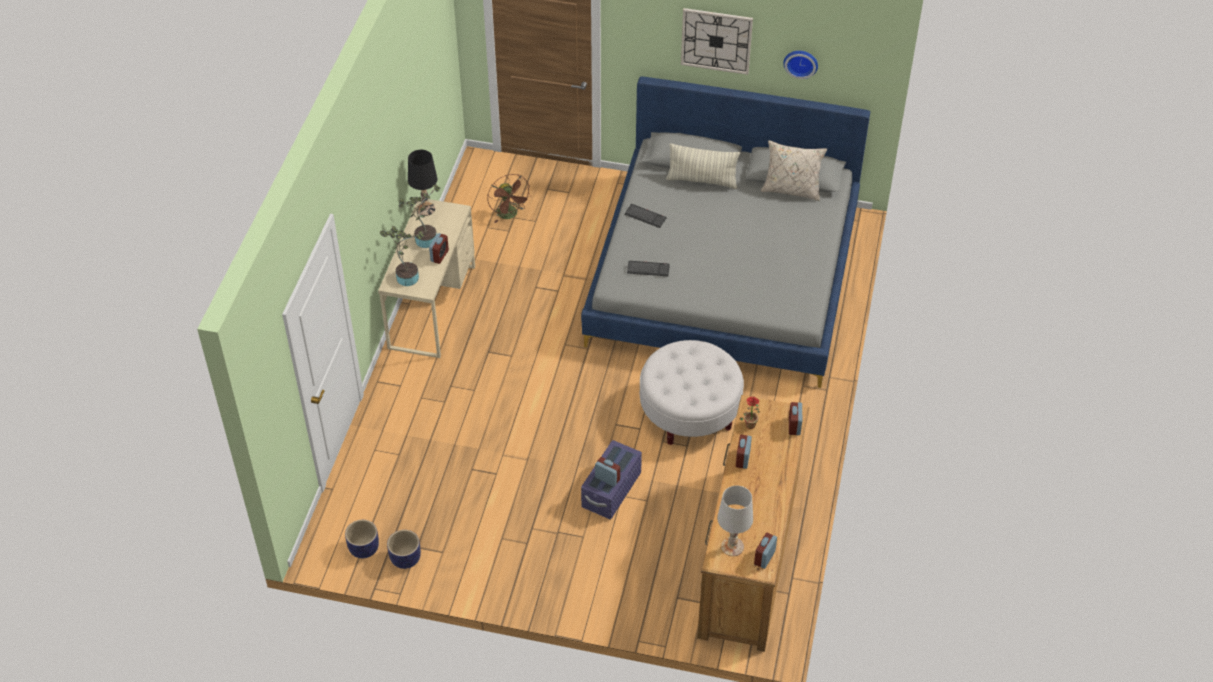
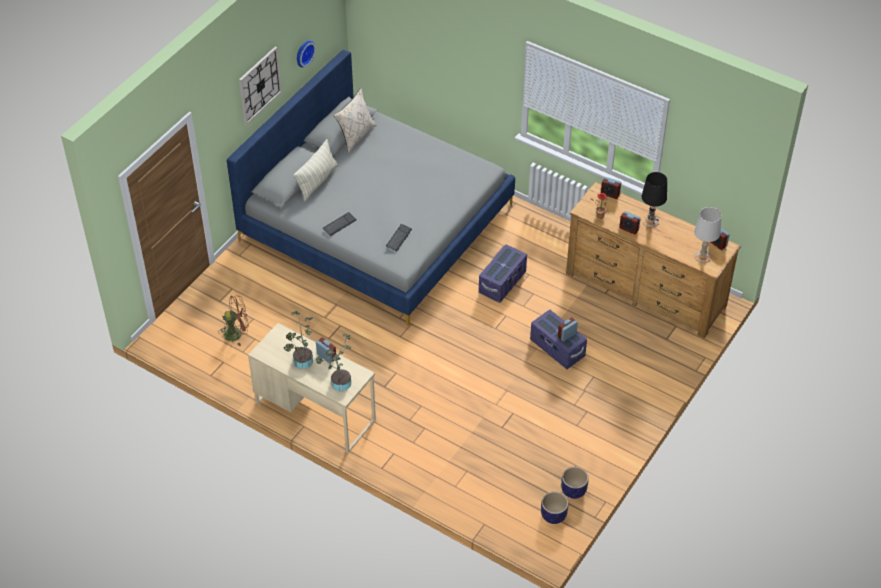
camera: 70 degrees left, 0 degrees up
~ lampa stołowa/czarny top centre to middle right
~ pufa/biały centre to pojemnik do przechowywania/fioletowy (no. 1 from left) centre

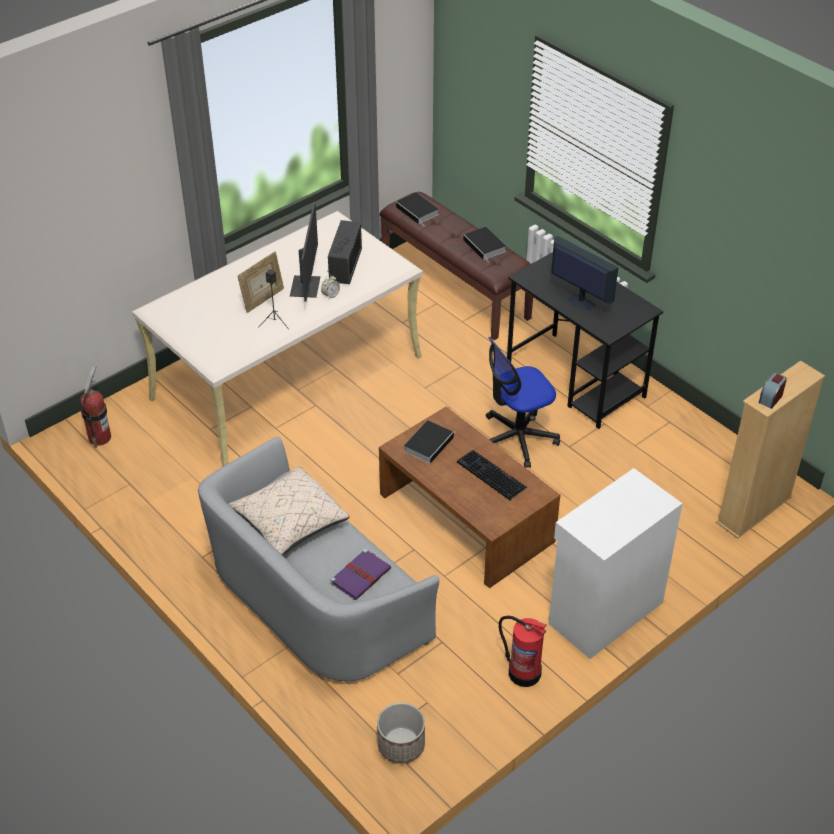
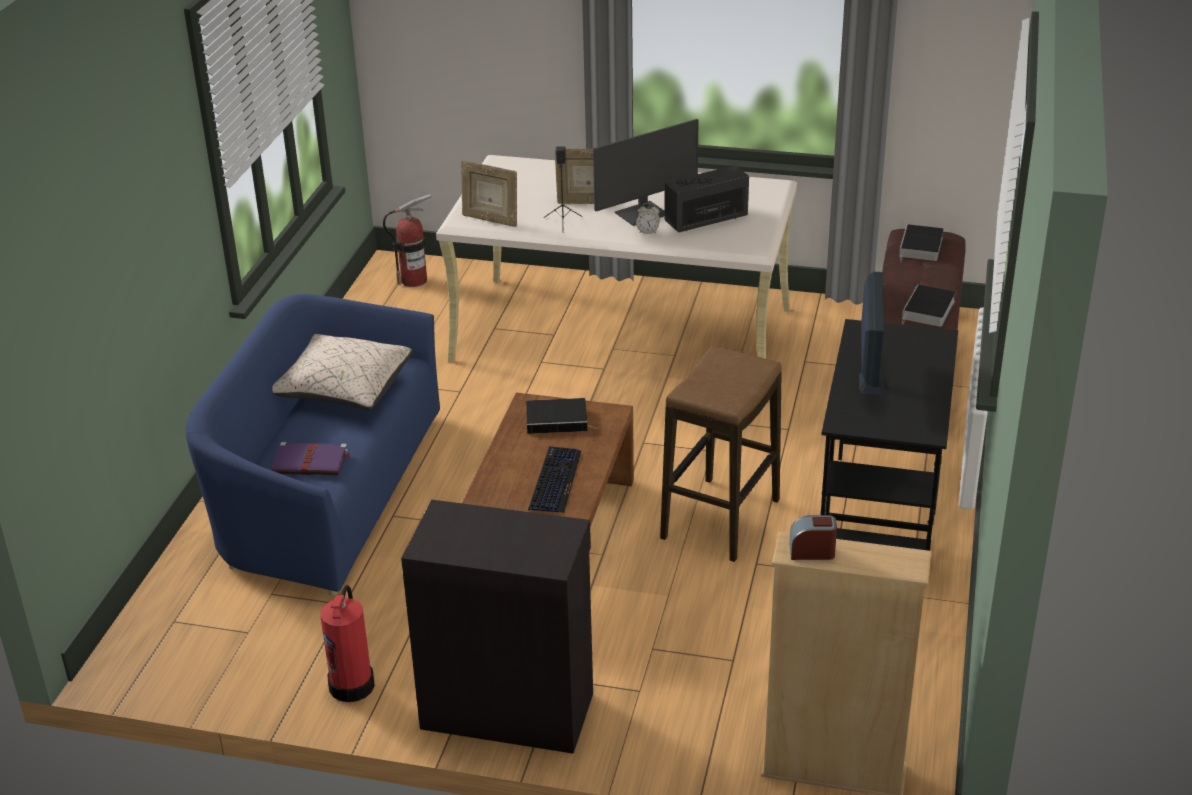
camera: 55 degrees right, 10 degrees down
- donica bottom centre
+ ramka na zdjęcie (no. 1 from left) top centre
~ krzesło biurowe centre to stołek centre
~ kanapa/szary bottom centre to kanapa/niebieski middle left
~ szafka/biały bottom right to szafka/czarny bottom centre

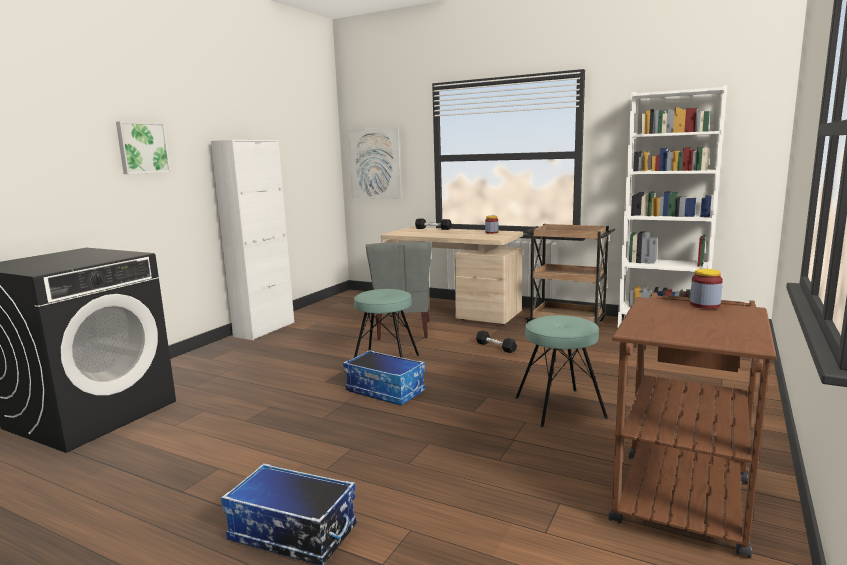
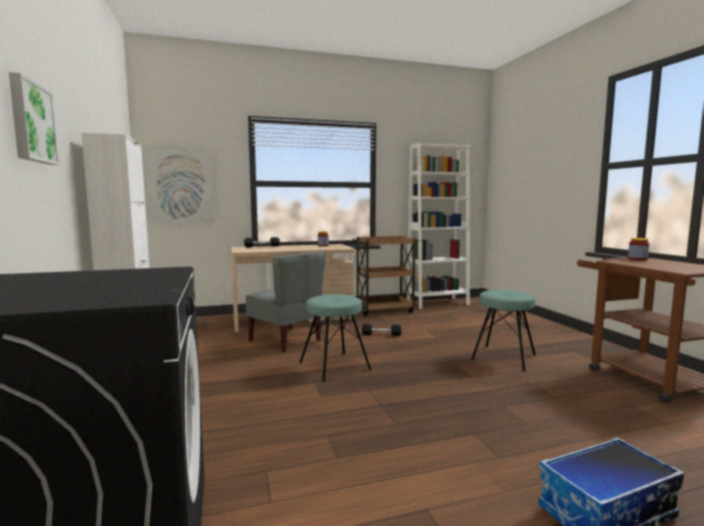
camera: 45 degrees left, 5 degrees down
- pojemnik do przechowywania (no. 2 from left) bottom centre

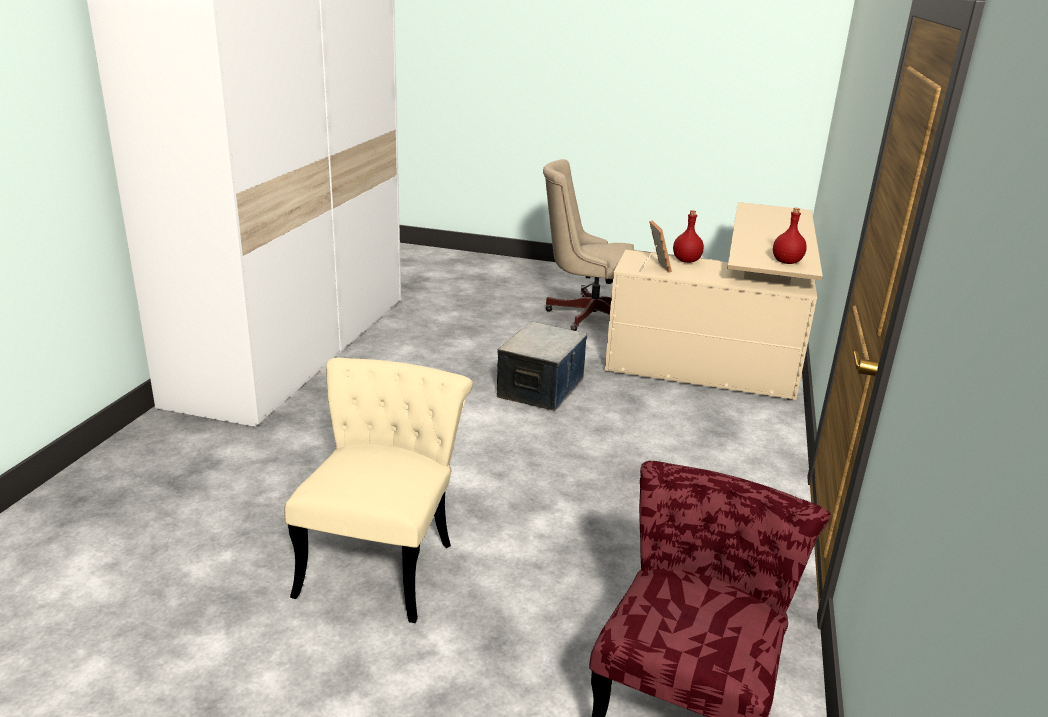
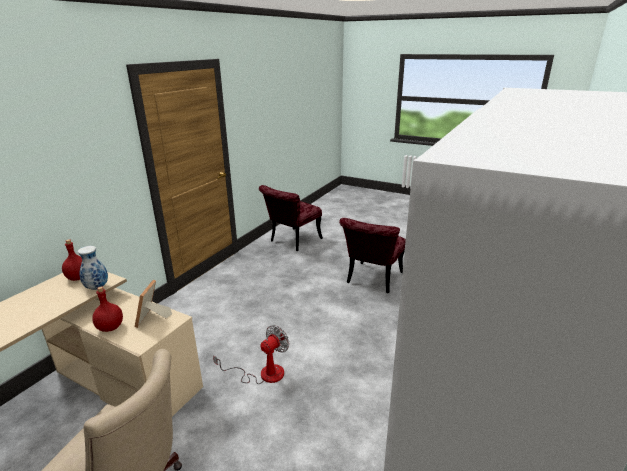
camera: 165 degrees left, 0 degrees up
+ wazon middle left
~ pojemnik do przechowywania centre to wentylator bottom centre
~ krzesło/beżowy bottom centre to krzesło/czerwony (no. 2 from left) centre

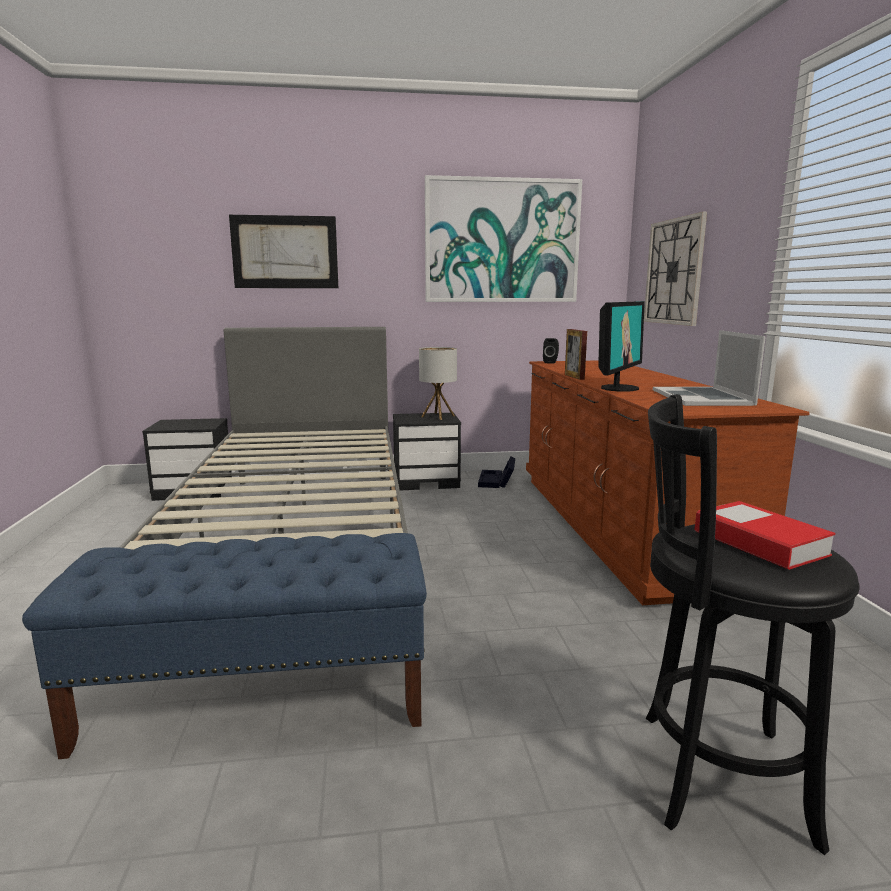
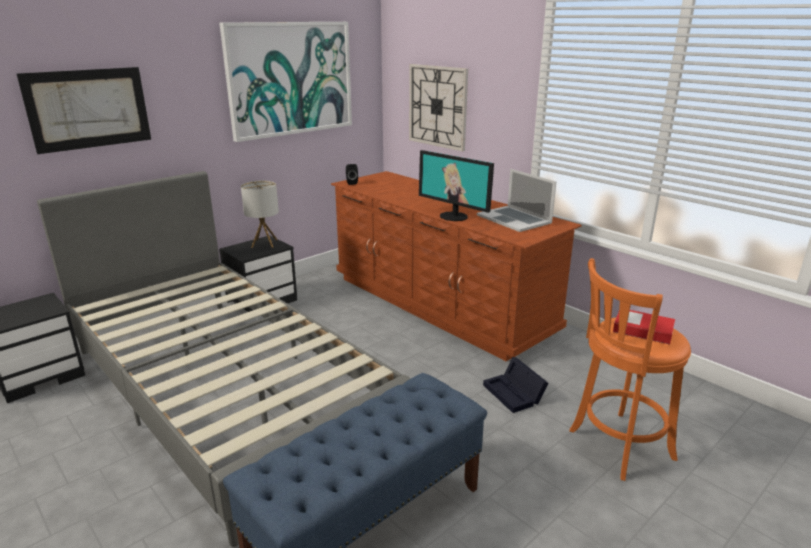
camera: 35 degrees left, 10 degrees up
- ramka na zdjęcie centre
~ pojemnik do przechowywania/czarny centre to bottom centre
~ stołek/czarny bottom right to stołek/pomarańczowy bottom right
~ monitor middle right = centre 135 degrees clockwise

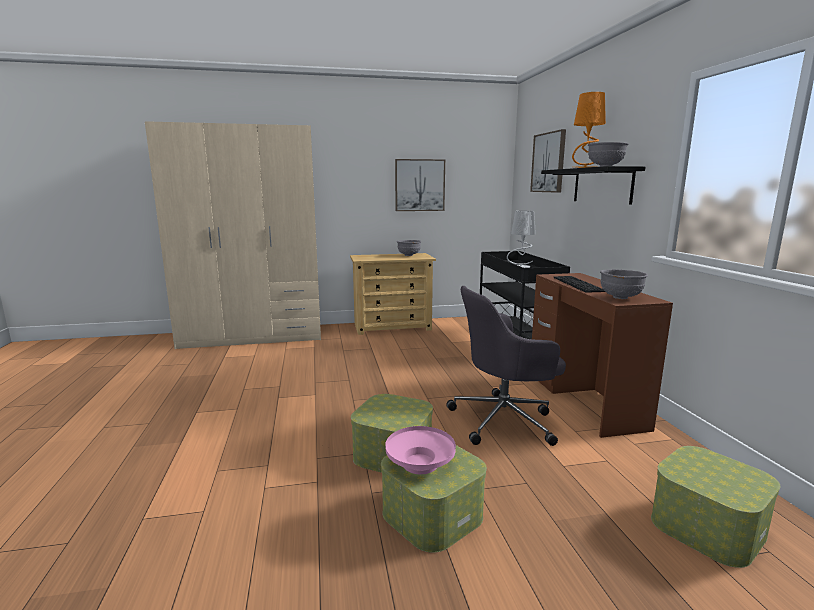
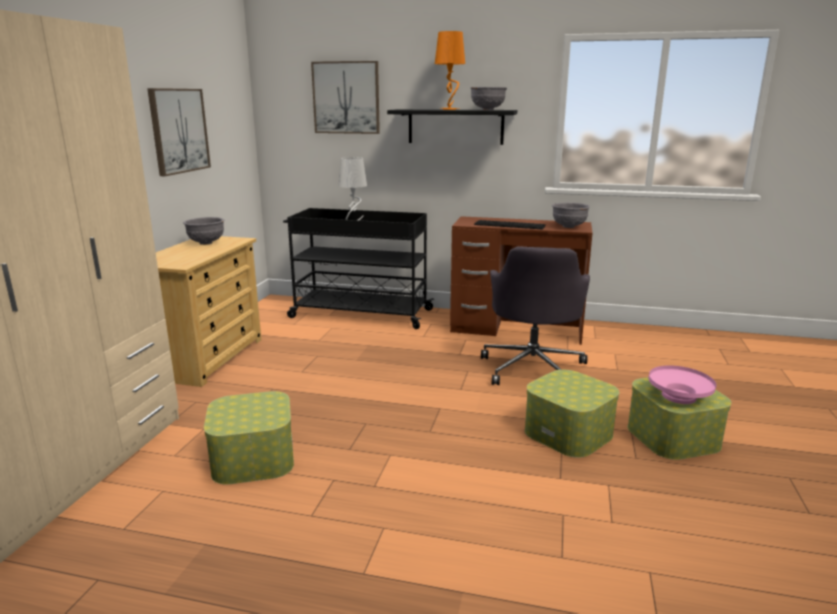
camera: 65 degrees left, 5 degrees up
~ pojemnik do przechowywania (no. 3 from left in the first image) bottom right to pojemnik do przechowywania (no. 1 from left) bottom left

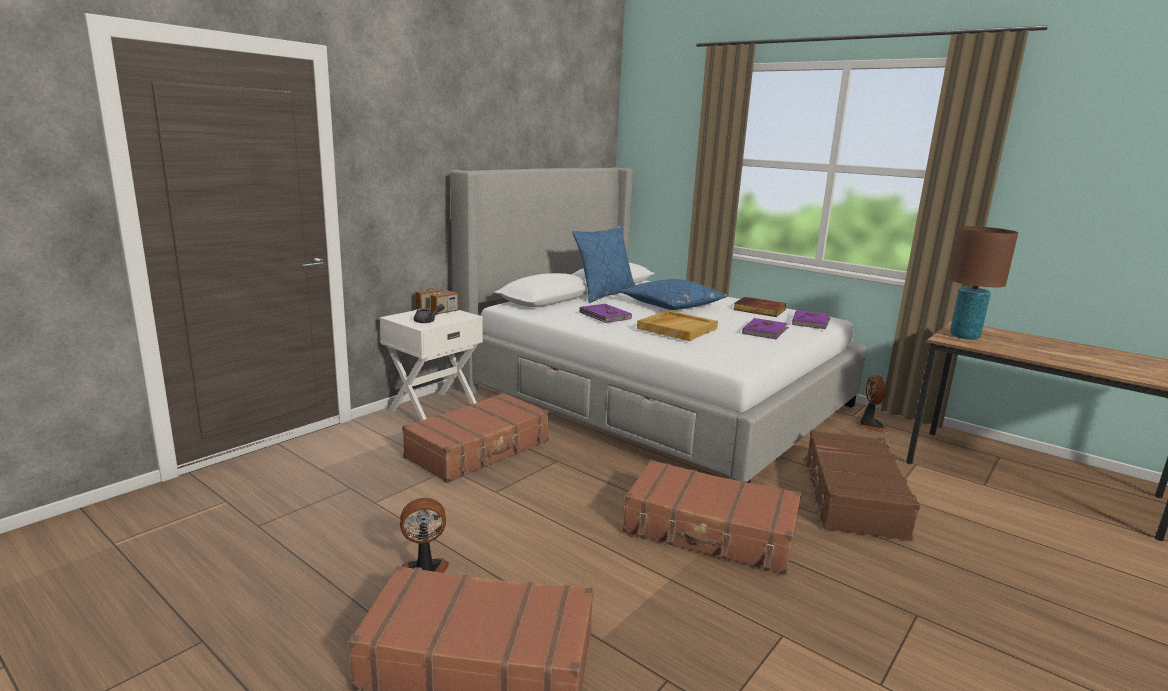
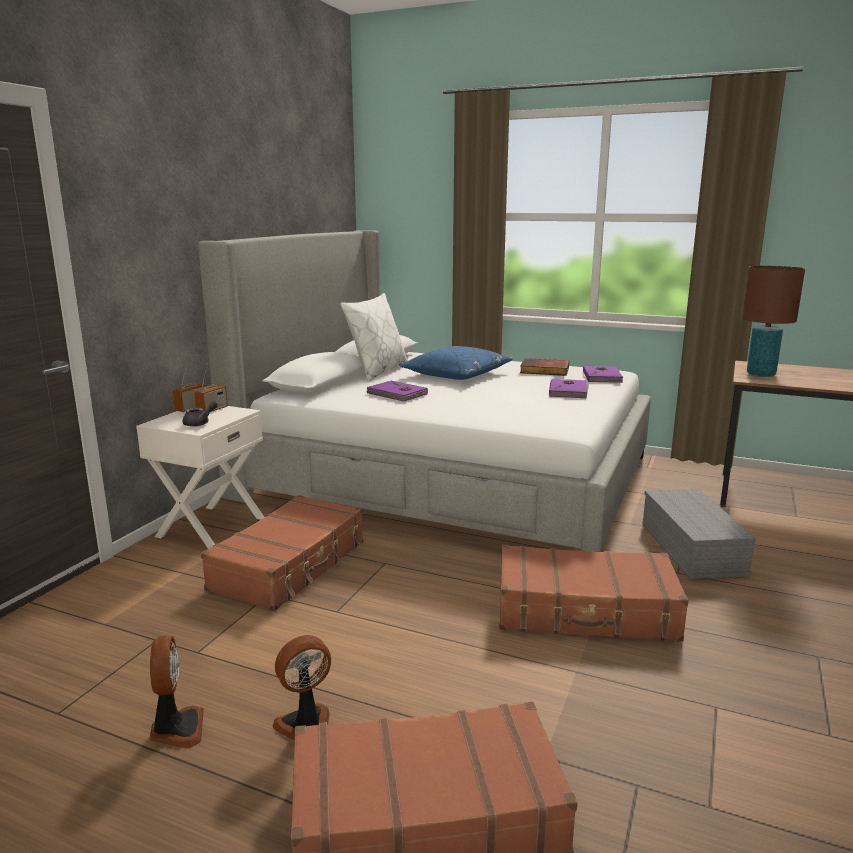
camera: 15 degrees left, 0 degrees up
- taca/beżowy centre
~ wentylator (no. 2 from left in the first image) middle right to wentylator (no. 1 from left) bottom left
~ walizka/brązowy (no. 4 from left) bottom right to pojemnik do przechowywania/szary middle right
~ poduszka/niebieski (no. 1 from left) centre to poduszka/biały centre

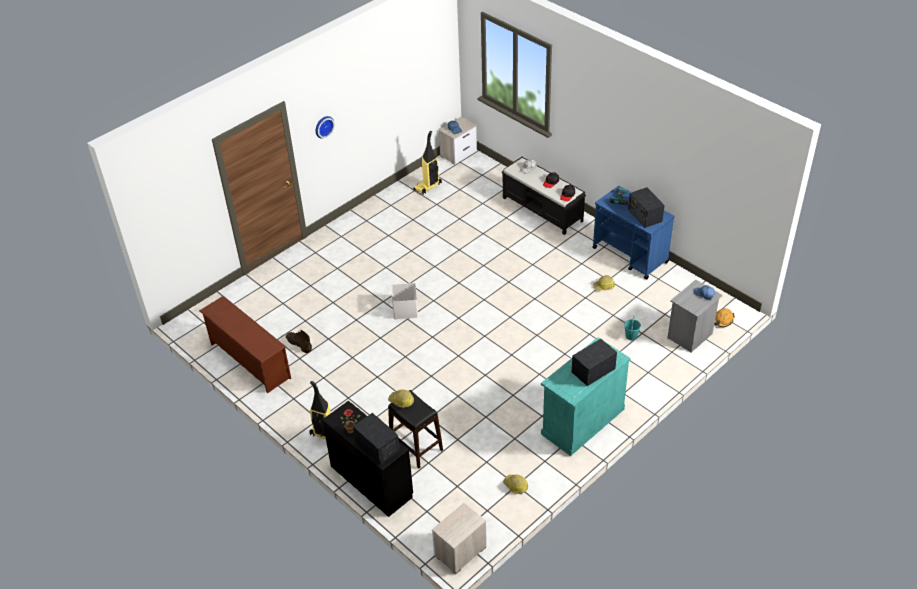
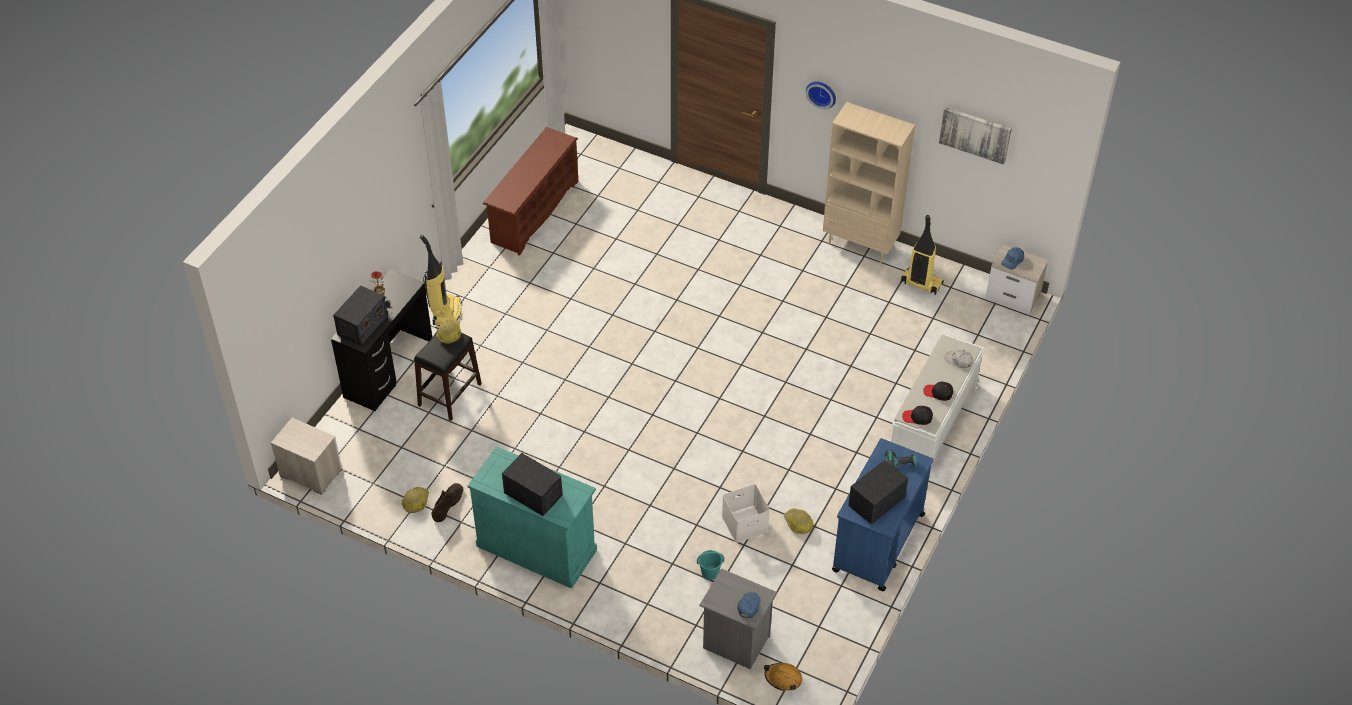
camera: 70 degrees right, 5 degrees up
+ regał/beżowy top centre
+ obraz top right
~ but z cholewką/brązowy middle left to bottom left
~ pojemnik do przechowywania/biały centre to bottom centre
~ ławka/czarny top centre to ławka/biały middle right

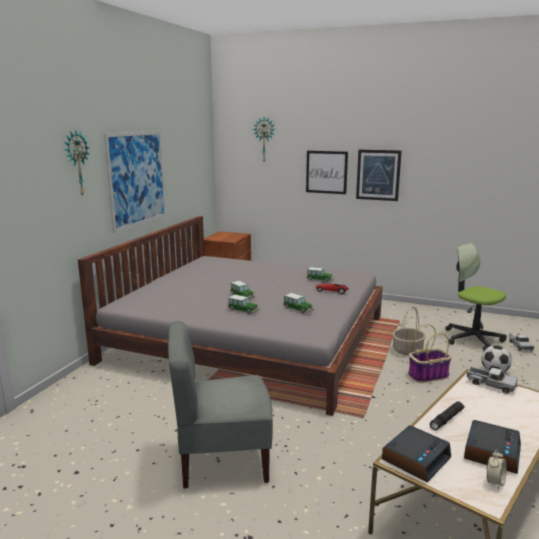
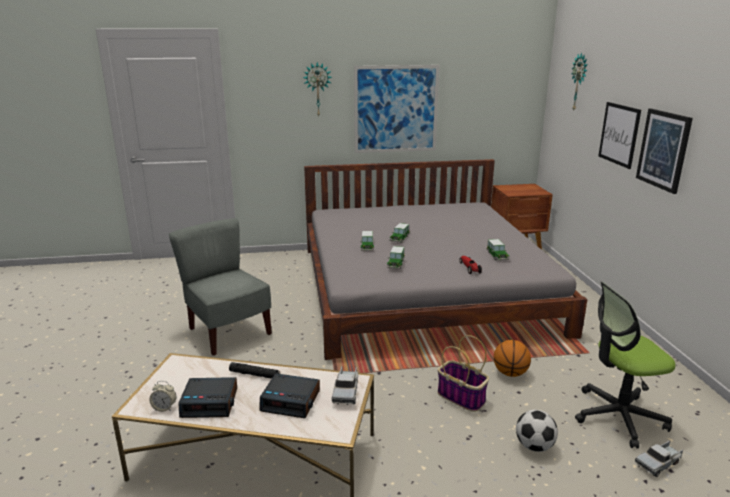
camera: 60 degrees right, 5 degrees up
~ budzik (no. 1 from left in the first image) bottom right to budzik (no. 3 from left) bottom centre
~ koszyk (no. 1 from left) middle right to piłka do koszykówki bottom right
~ krzesło biurowe middle right = bottom right 120 degrees counterclockwise

